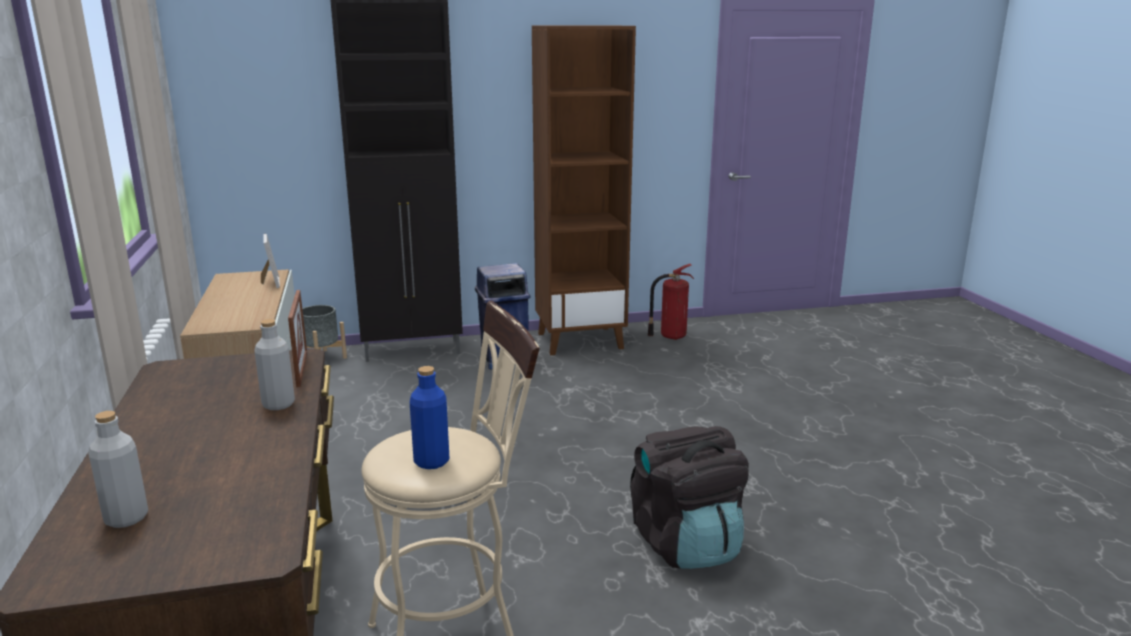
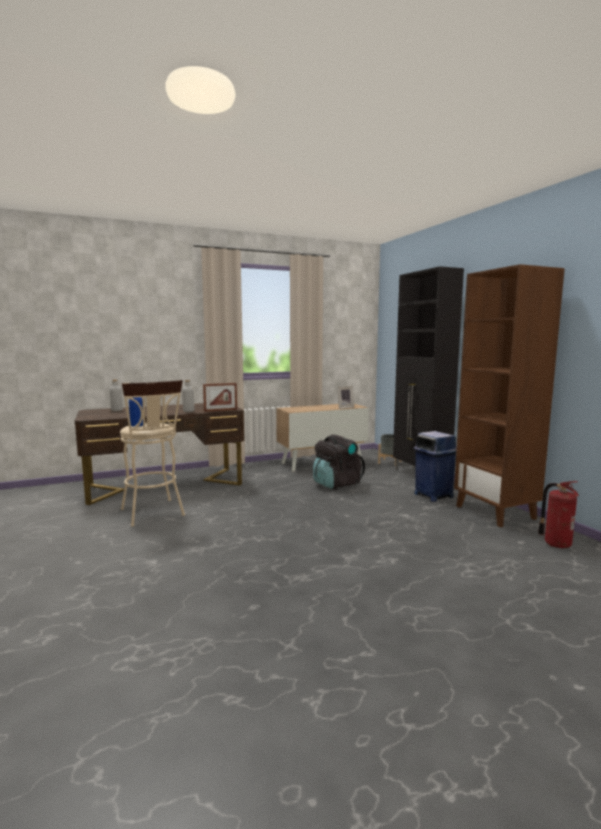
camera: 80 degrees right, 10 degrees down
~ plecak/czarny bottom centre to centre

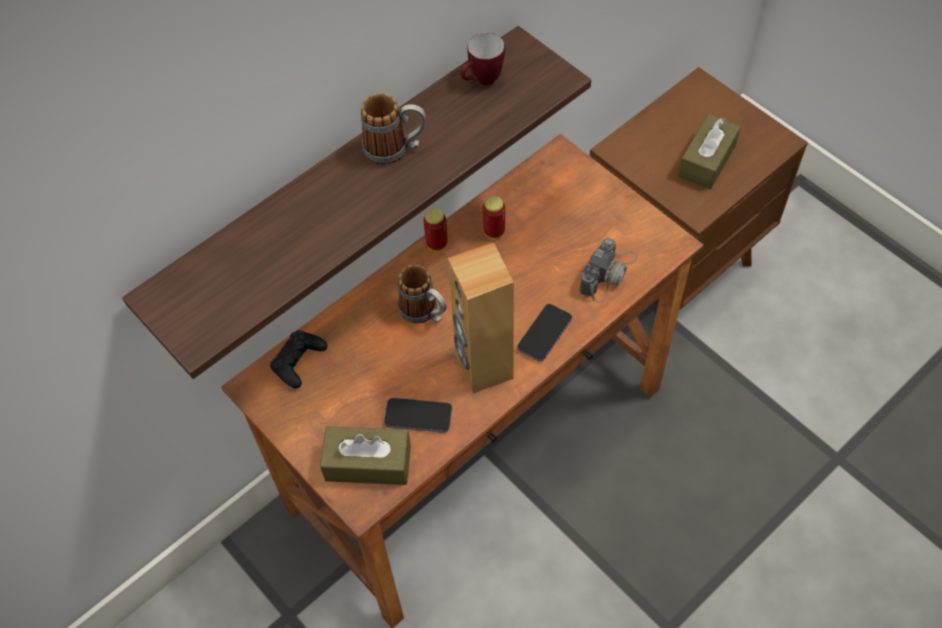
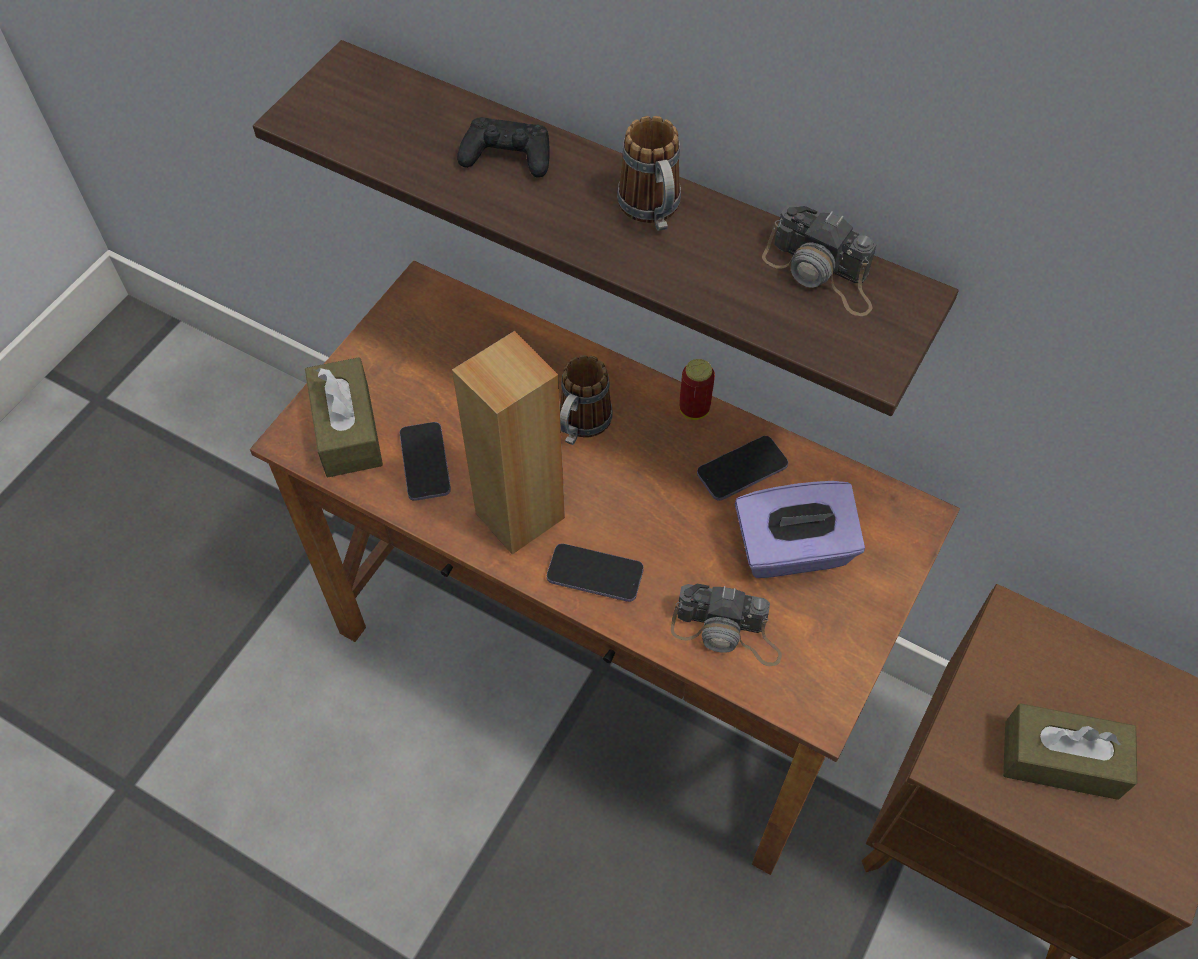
camera: 70 degrees right, 0 degrees up
+ pudełko chusteczek/fioletowy middle right
~ pad do gier/czarny middle left to top centre
~ kubek (no. 3 from left) top centre to aparat fotograficzny (no. 2 from left) top right
~ puszka (no. 2 from left) centre to telefon (no. 3 from left) centre

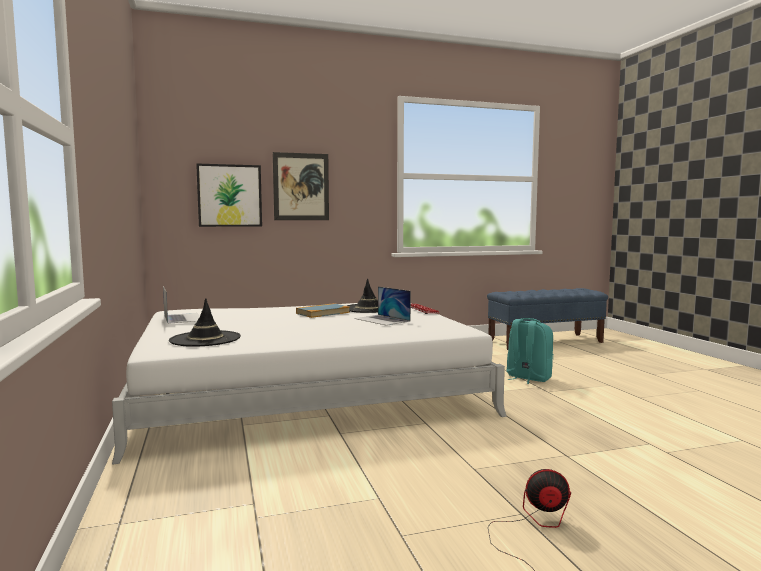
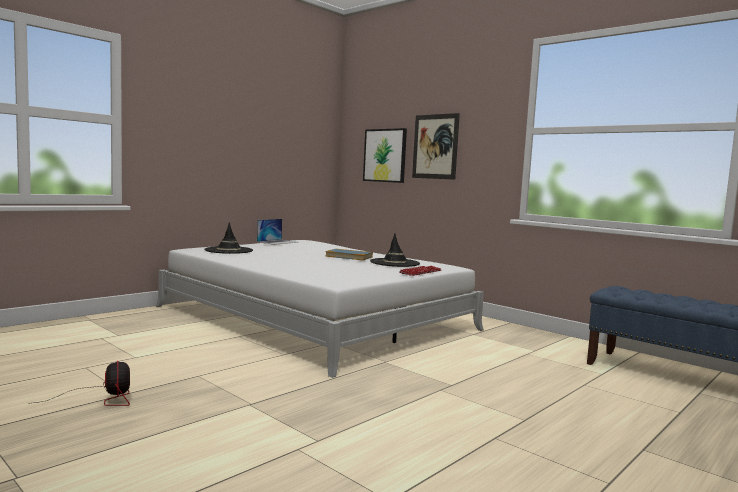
camera: 60 degrees right, 0 degrees up
- laptop (no. 2 from left) centre
- plecak/turkusowy middle right

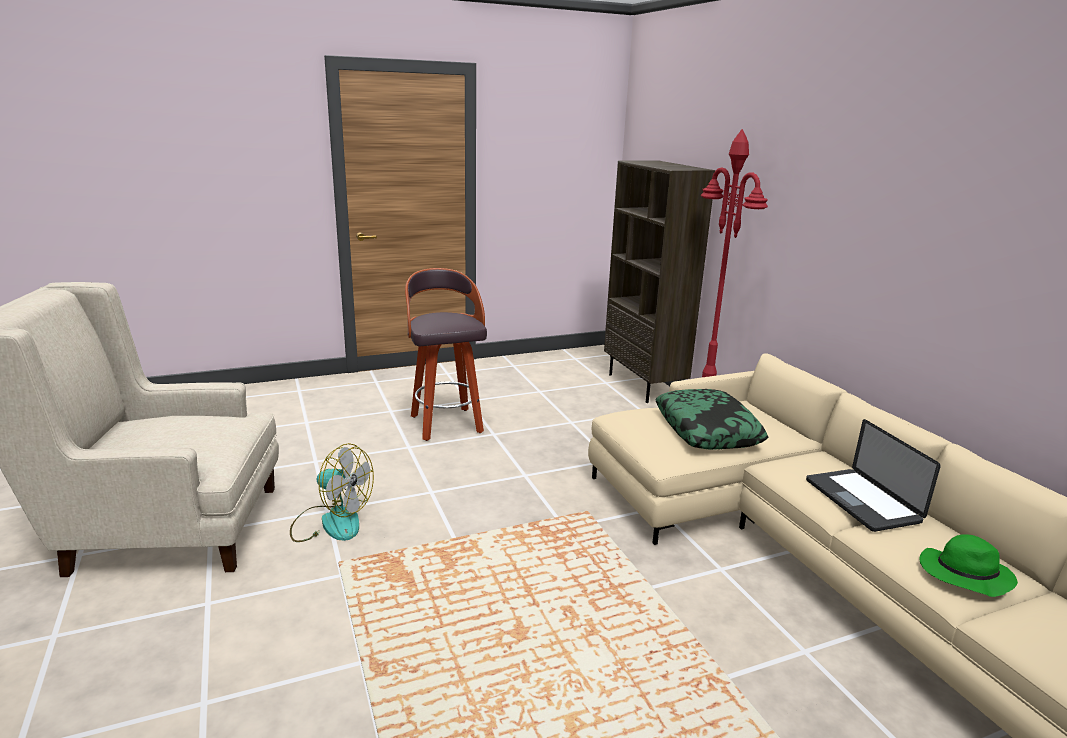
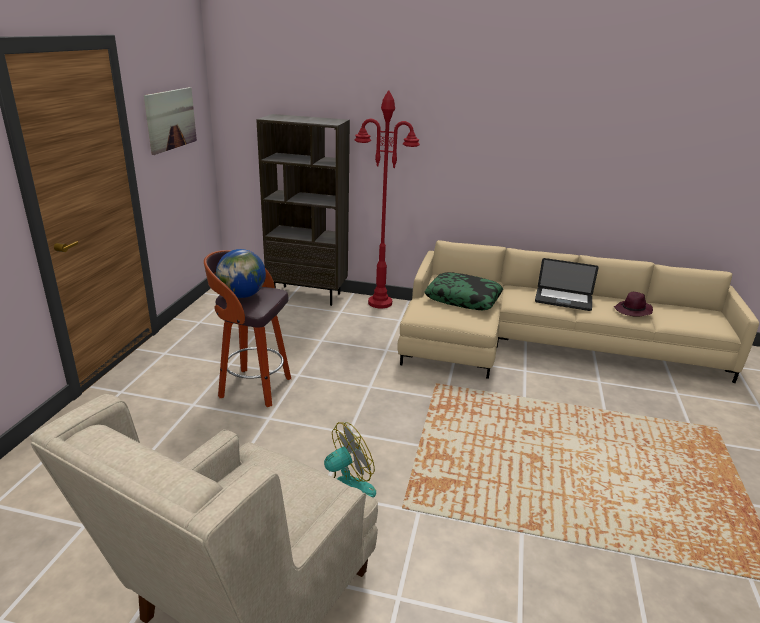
camera: 55 degrees left, 5 degrees up
+ obraz top left
+ globus middle left
~ kapelusz/zielony bottom right to kapelusz/fioletowy middle right

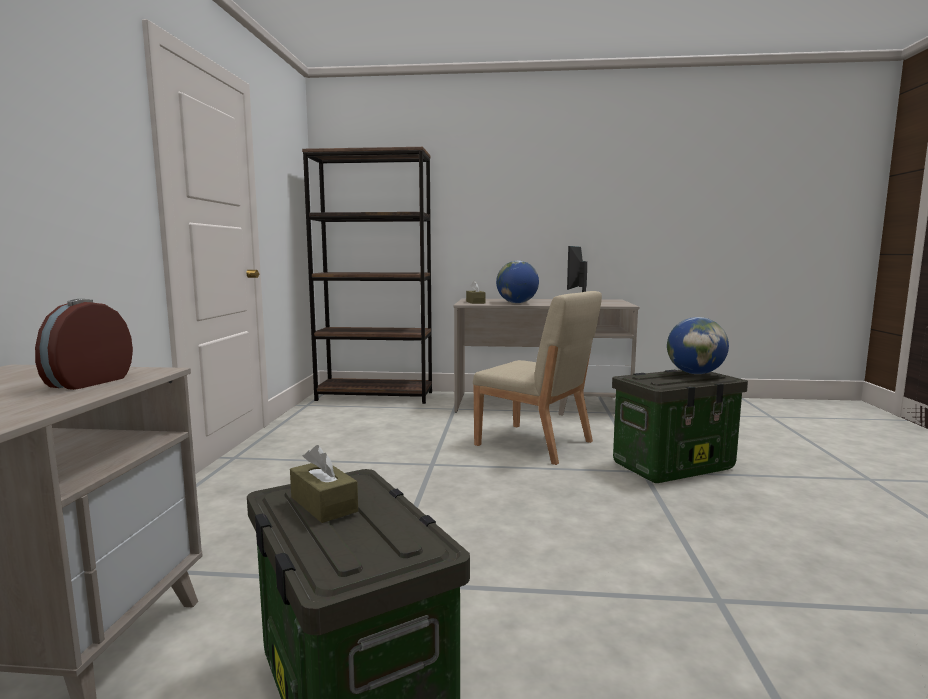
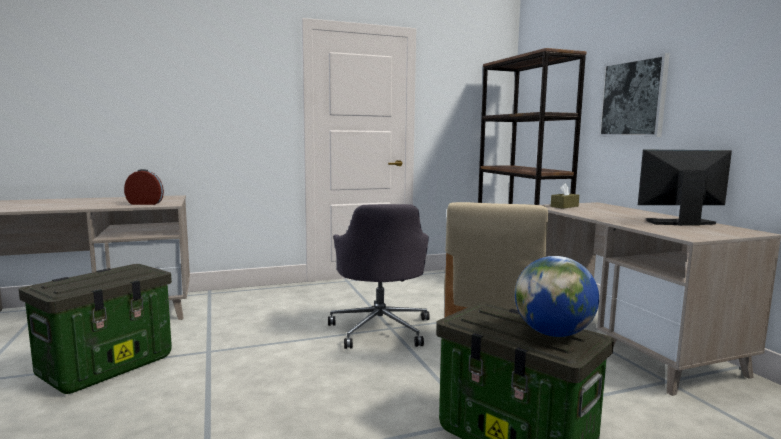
camera: 65 degrees right, 0 degrees up
- pudełko chusteczek/brązowy (no. 1 from left) bottom centre
- globus (no. 1 from left) centre
+ krzesło biurowe/szary centre
+ obraz top right

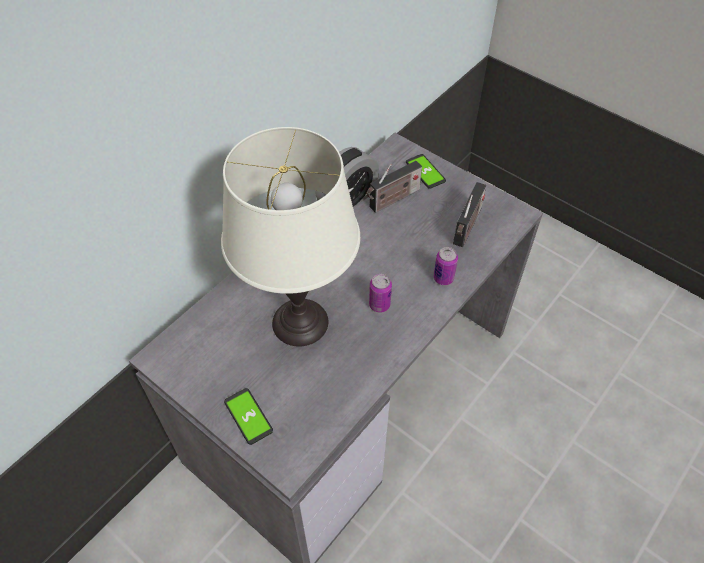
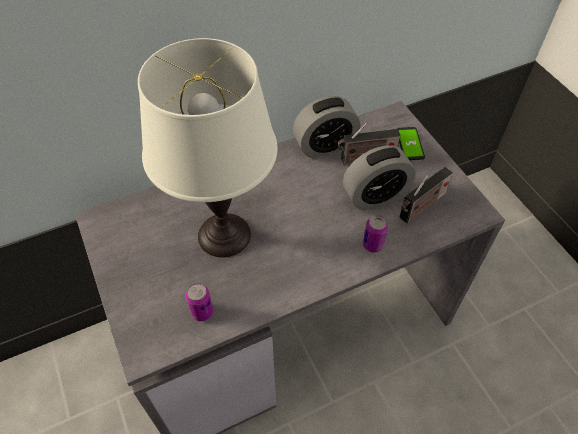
camera: 25 degrees right, 0 degrees up
- telefon (no. 1 from left) bottom centre
+ budzik (no. 2 from left) centre
~ puszka (no. 1 from left) centre to bottom centre

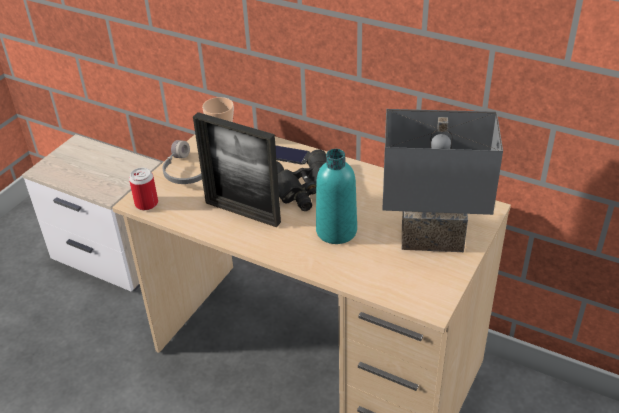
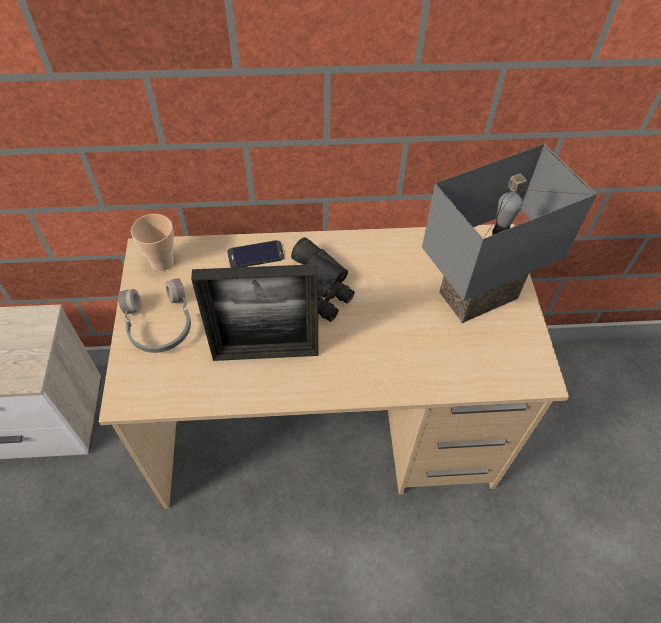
camera: 35 degrees left, 15 degrees up
- puszka middle left
- butelka/turkusowy centre

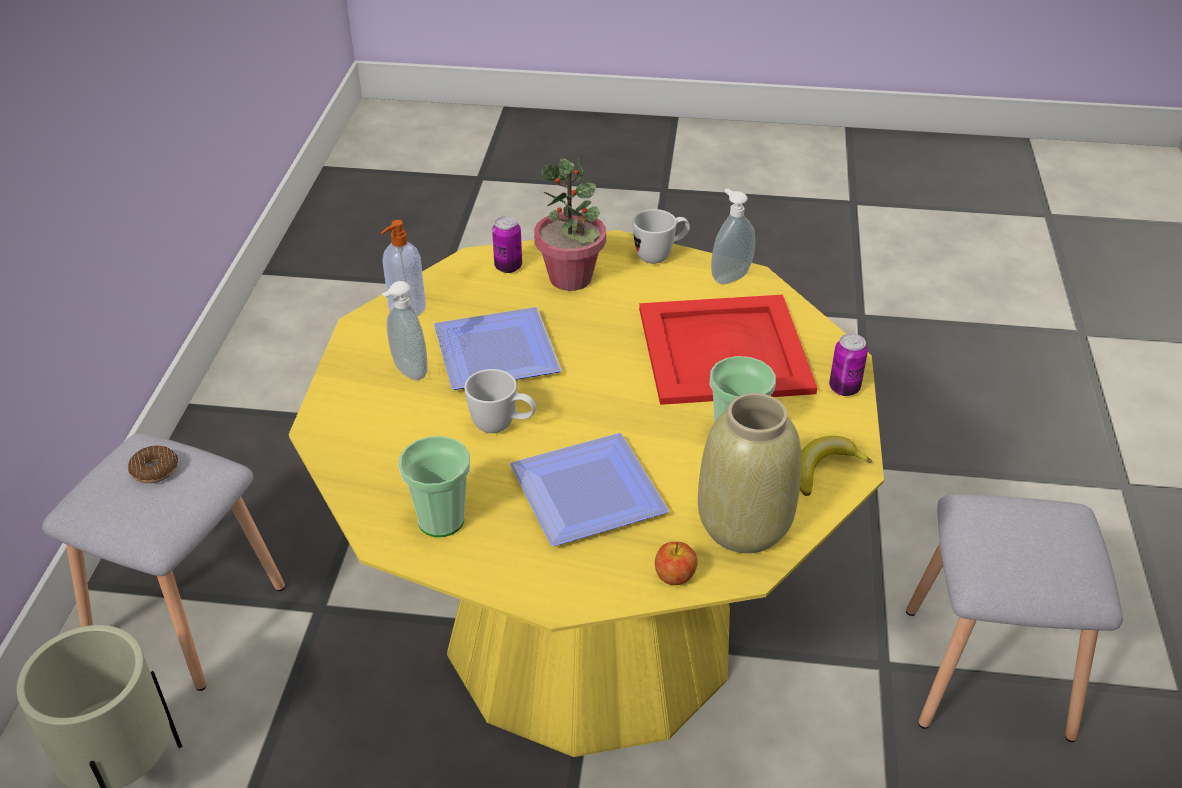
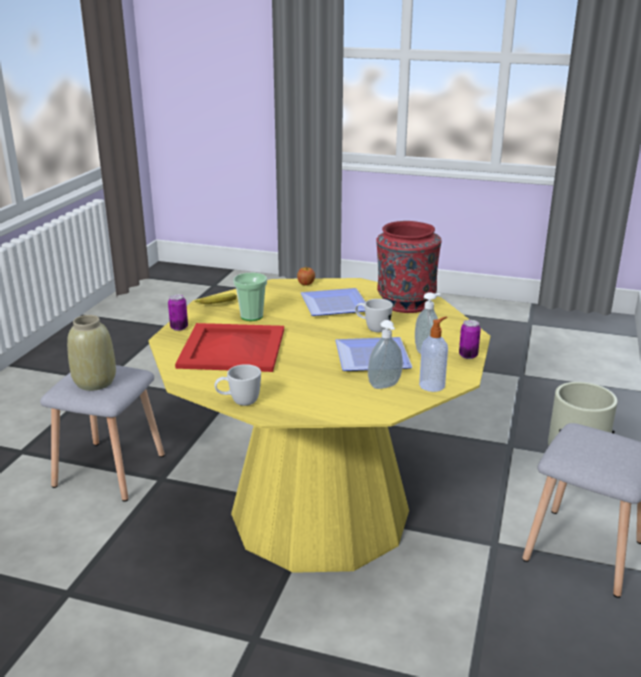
camera: 170 degrees left, 15 degrees down
- donut middle left
- roślina doniczkowa top centre
~ puszka (no. 1 from left in the first image) top centre to puszka (no. 2 from left) middle right
~ wazon/beżowy centre to middle left
~ dozownik mydła (no. 3 from left in the first image) top centre to dozownik mydła (no. 1 from left) centre
~ filiżanka (no. 1 from left) centre to wazon/czerwony centre

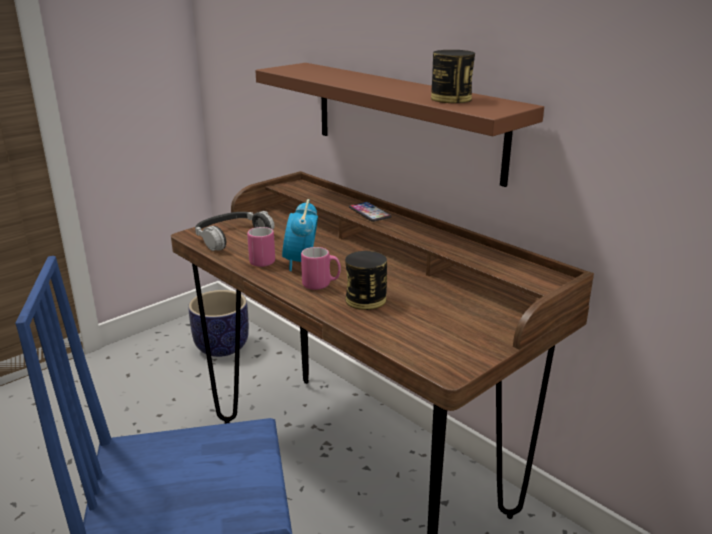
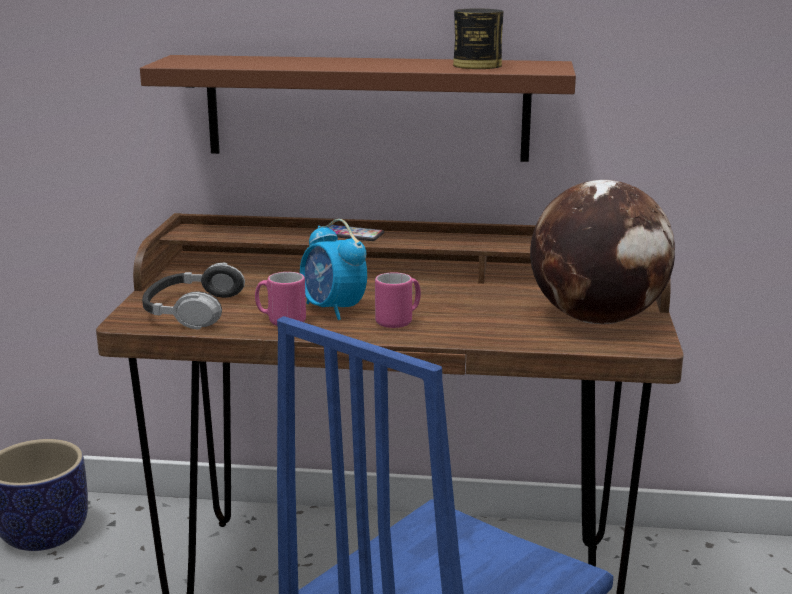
camera: 40 degrees left, 5 degrees down
- puszka (no. 1 from left) centre
+ globus middle right

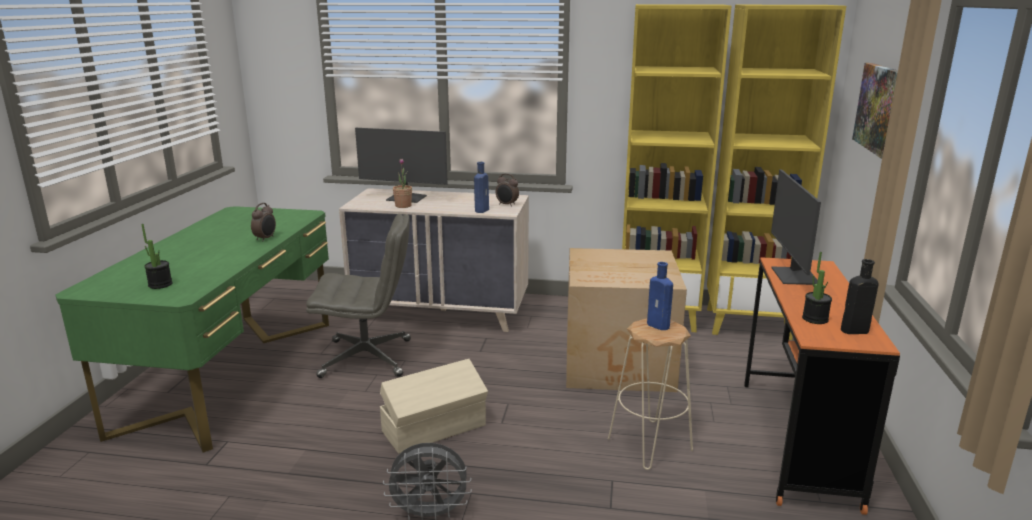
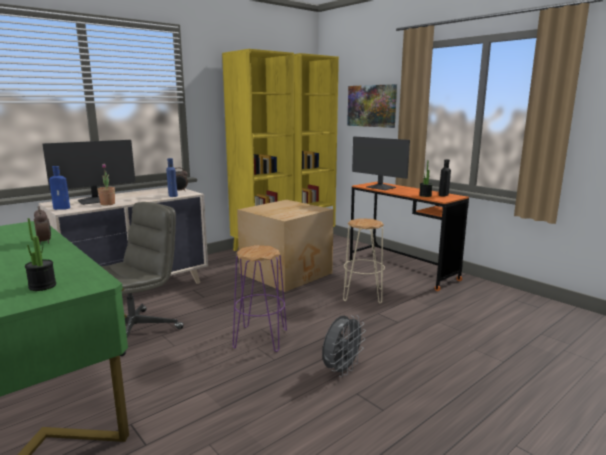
camera: 50 degrees left, 5 degrees down
~ butelka/niebieski (no. 2 from left in the first image) centre to butelka/niebieski (no. 1 from left) middle left
~ pojemnik do przechowywania/beżowy bottom centre to stołek/fioletowy centre

